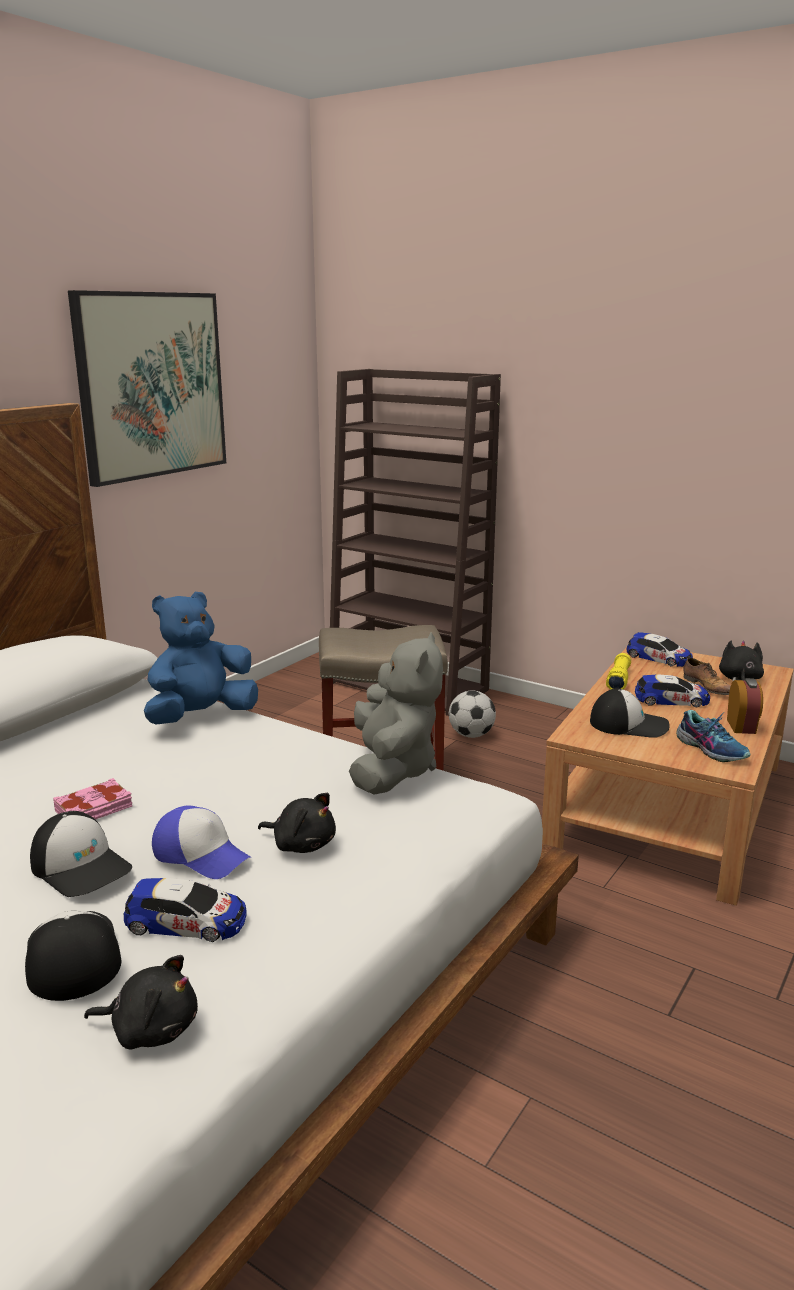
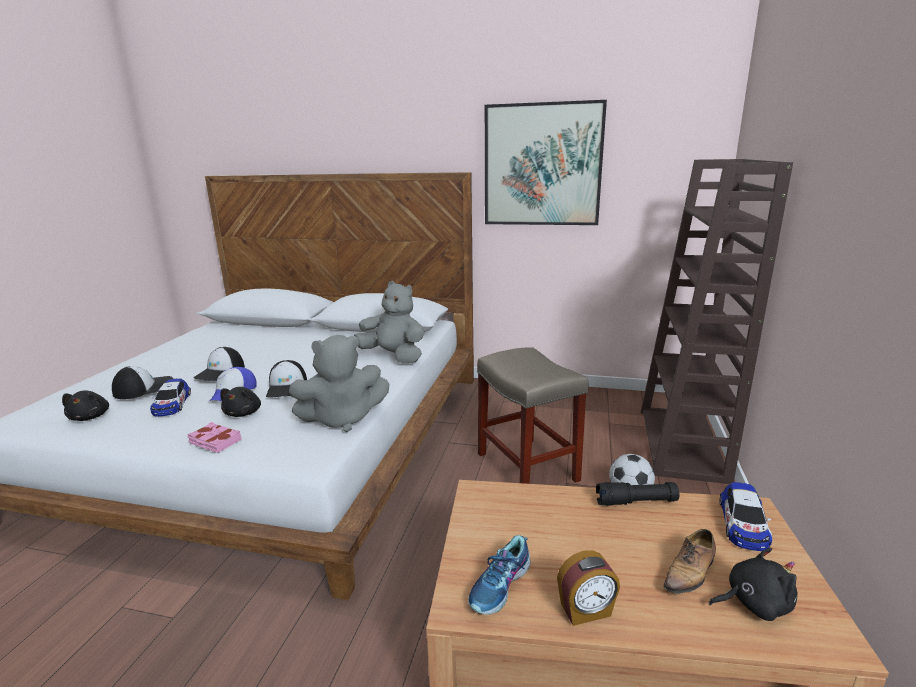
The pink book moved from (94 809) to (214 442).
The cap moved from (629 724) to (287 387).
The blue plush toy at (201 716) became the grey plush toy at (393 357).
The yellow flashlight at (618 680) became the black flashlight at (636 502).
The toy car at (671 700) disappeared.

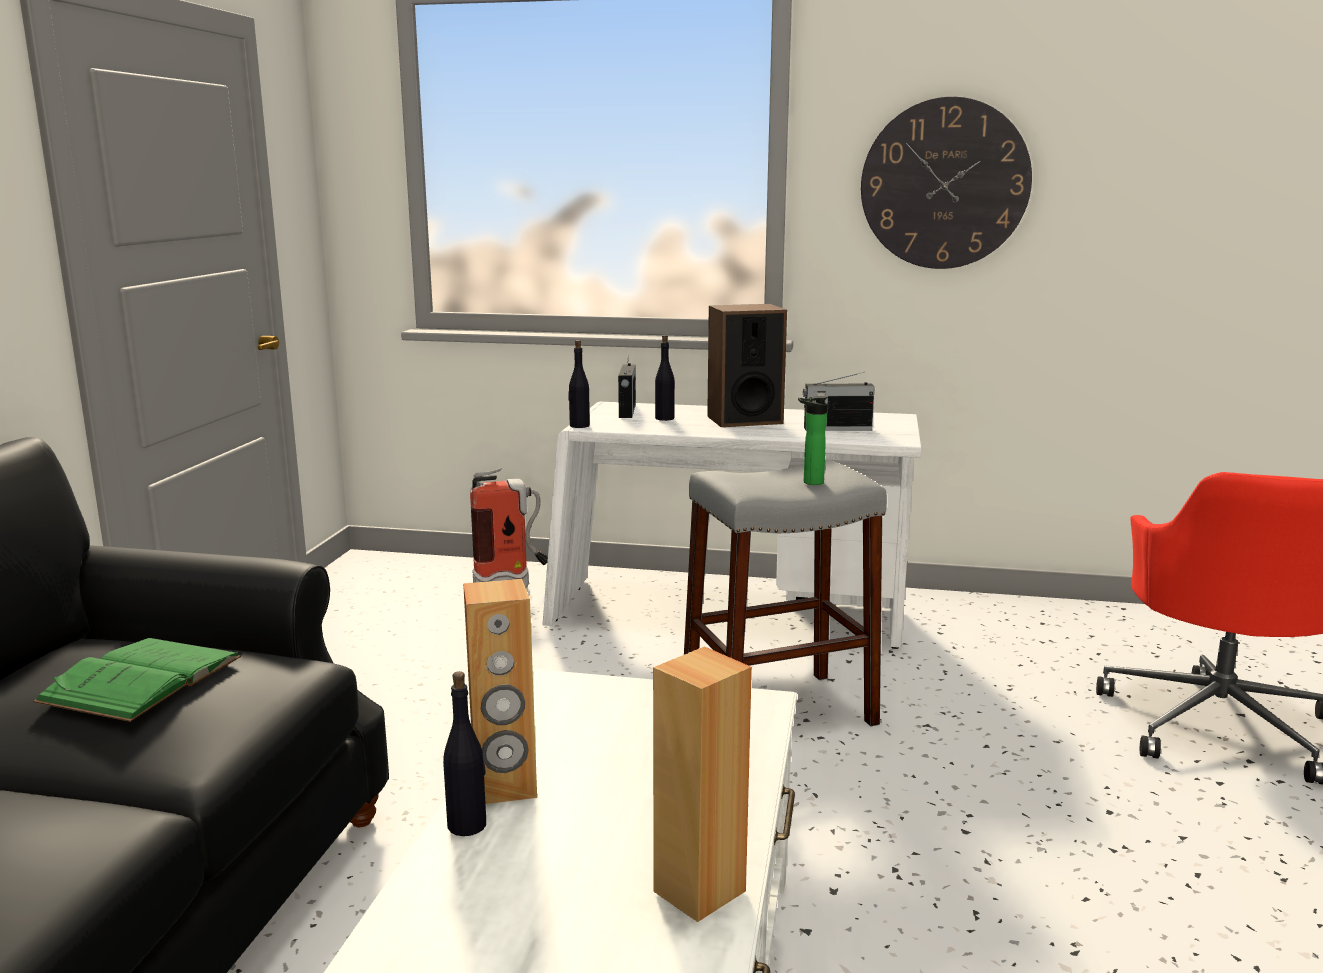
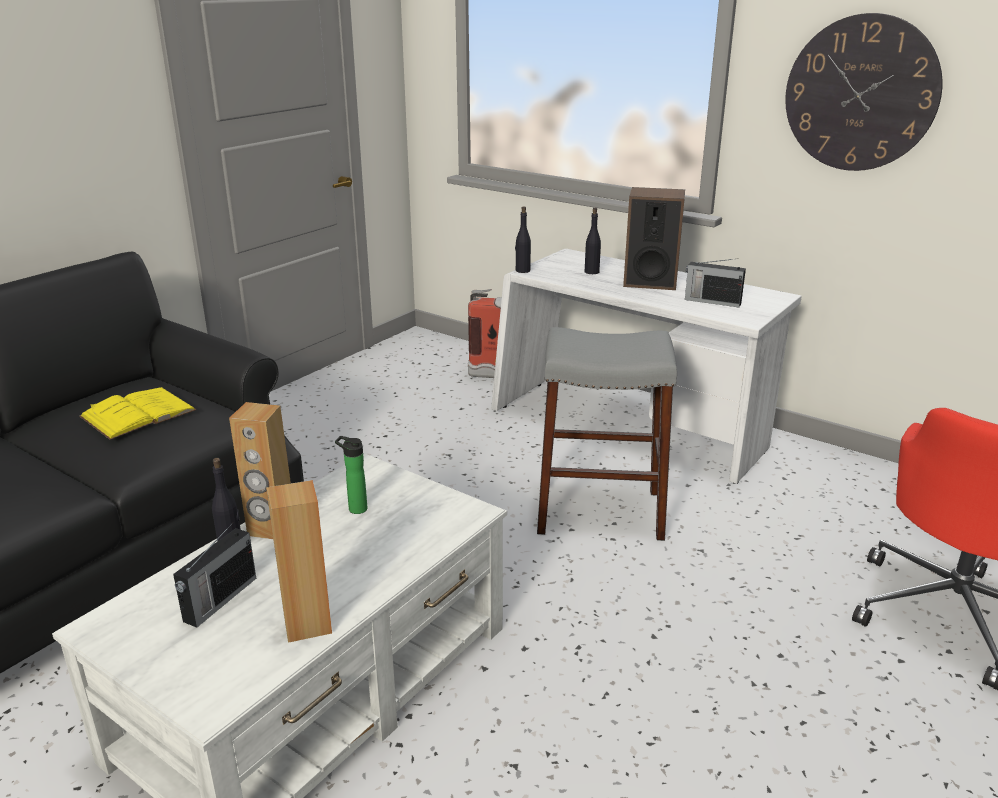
The green book at (142 679) became the yellow book at (138 413).
The radio moved from (627 411) to (219 600).
The bottle moved from (810 482) to (355 508).

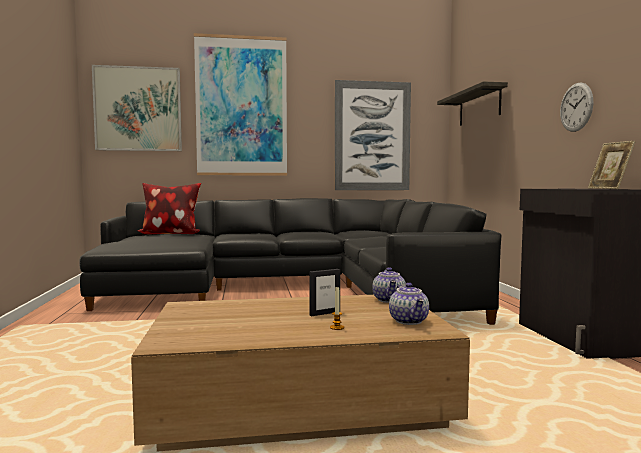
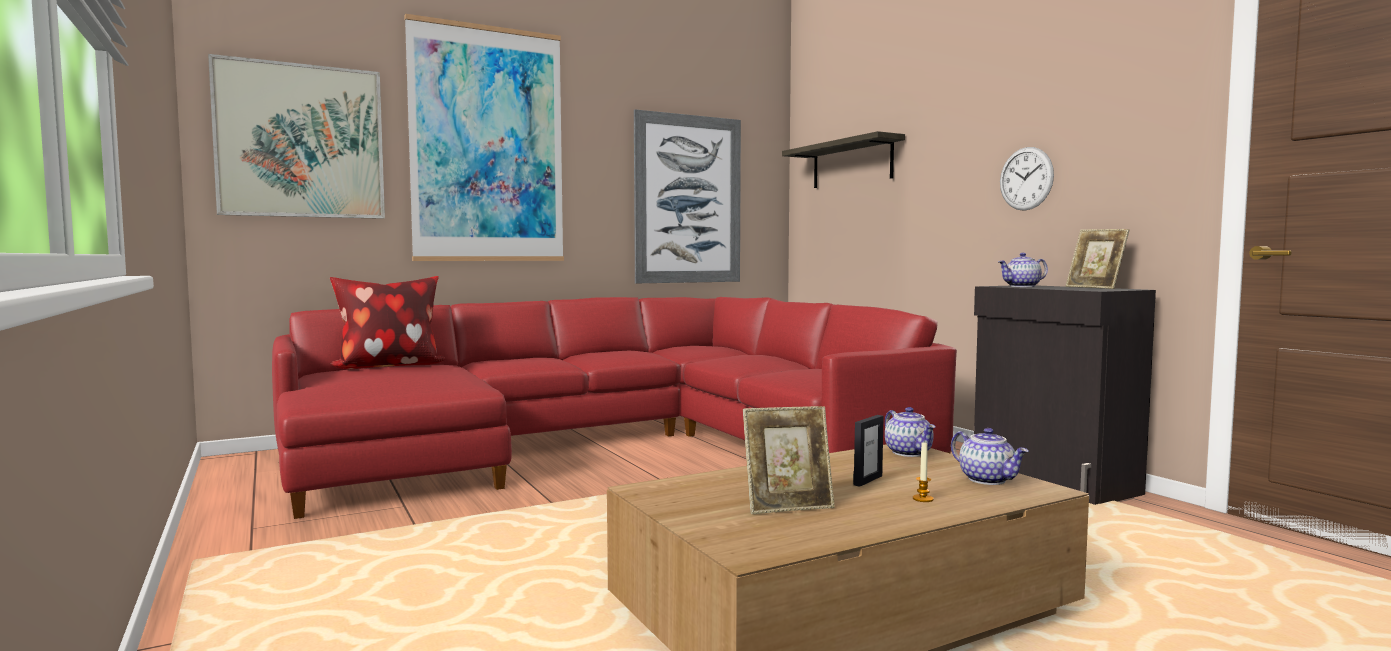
The black sofa at (289 289) became the red sofa at (604 446).
The picture frame at (788 506) appeared.
The teapot at (1022 286) appeared.

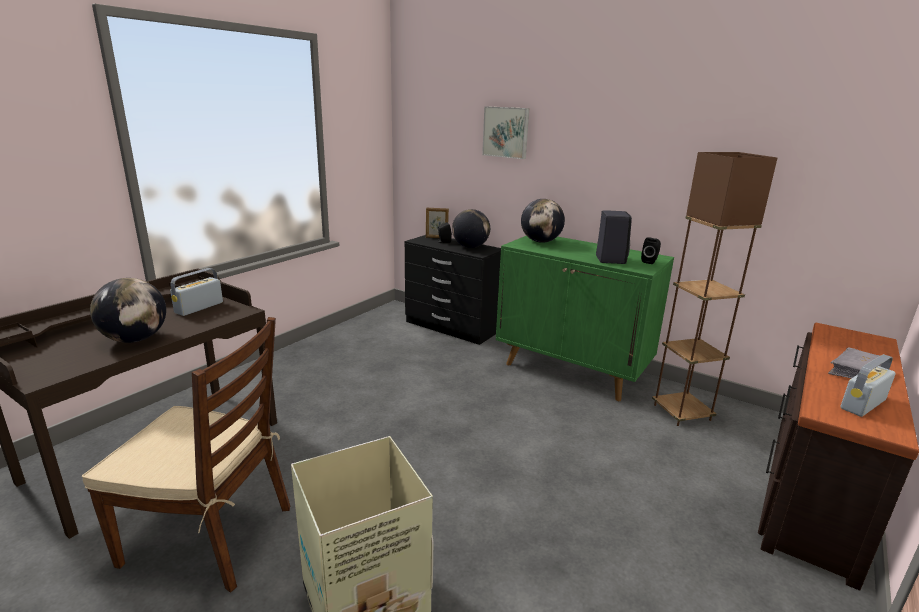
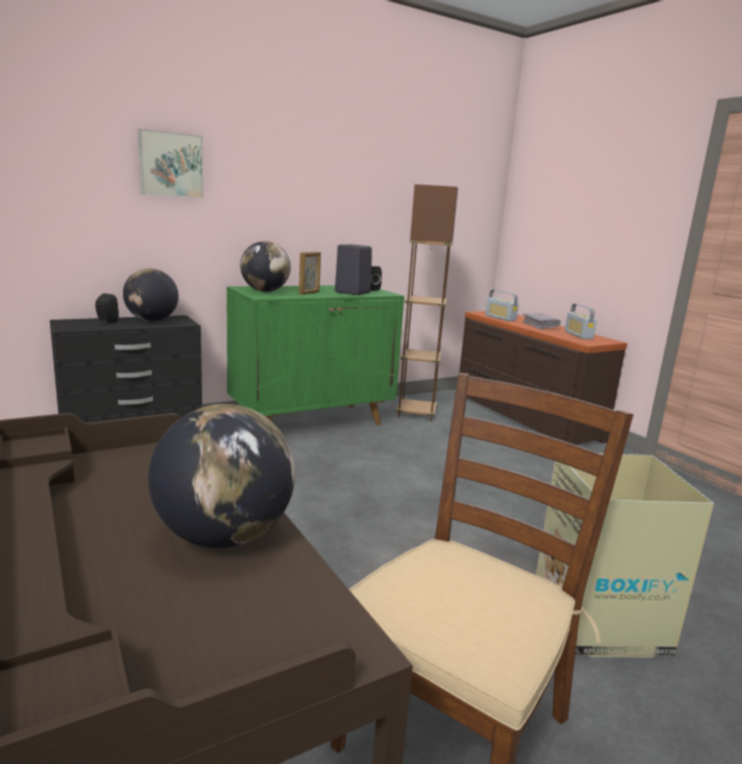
The picture frame moved from (436 237) to (309 293).
The radio moved from (199 307) to (500 318).

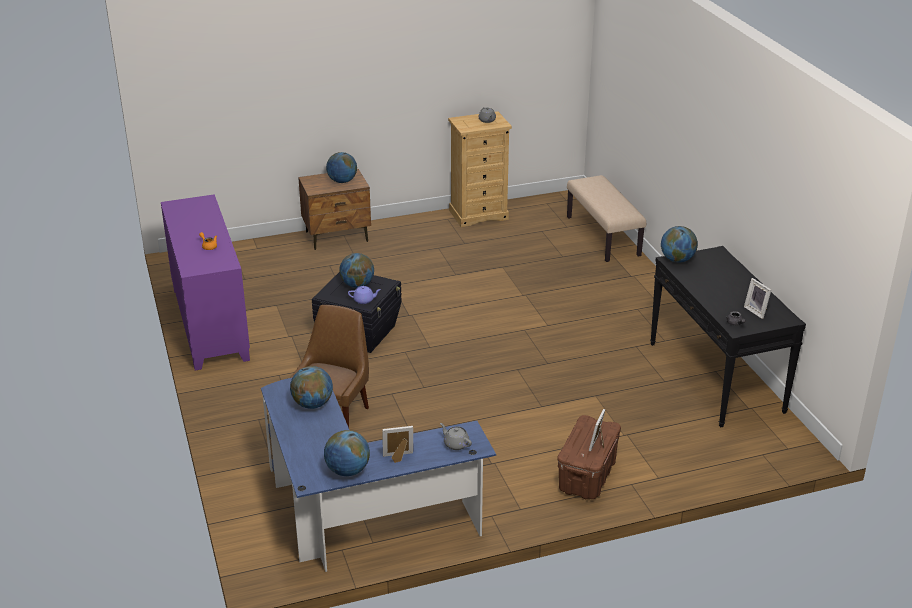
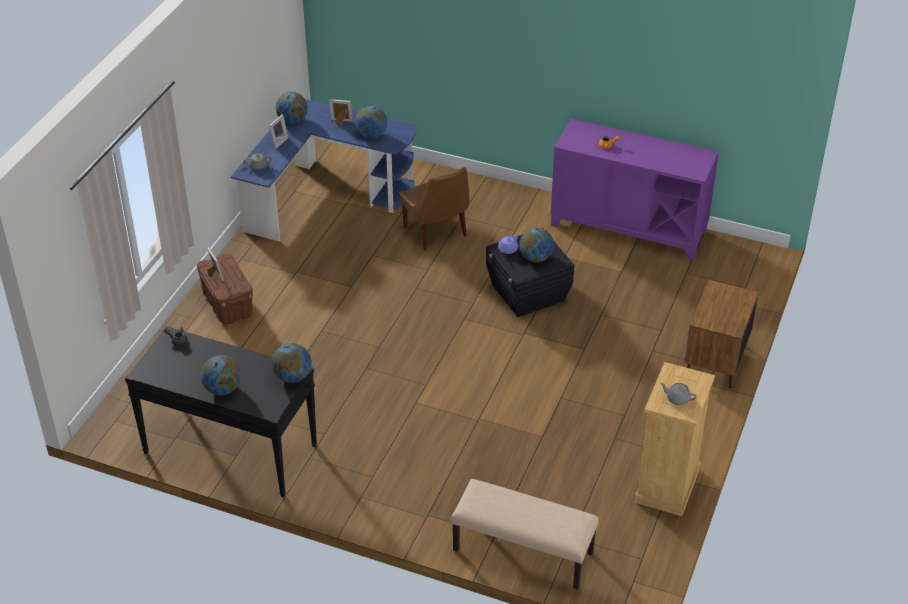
The globe moved from (342 181) to (222 389).
The picture frame moved from (757 311) to (341 122).

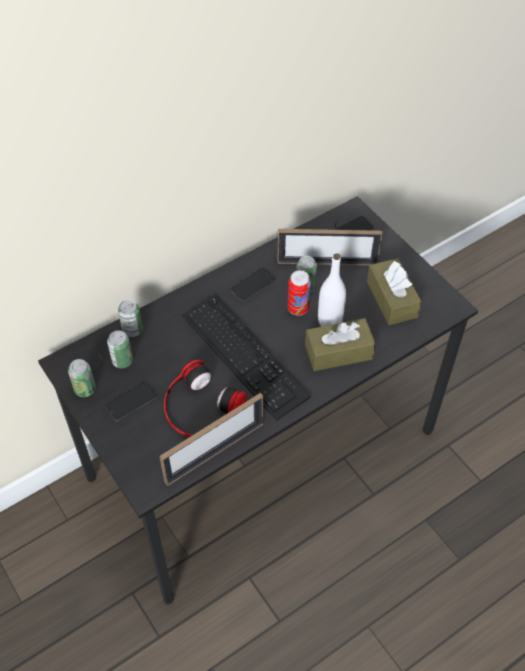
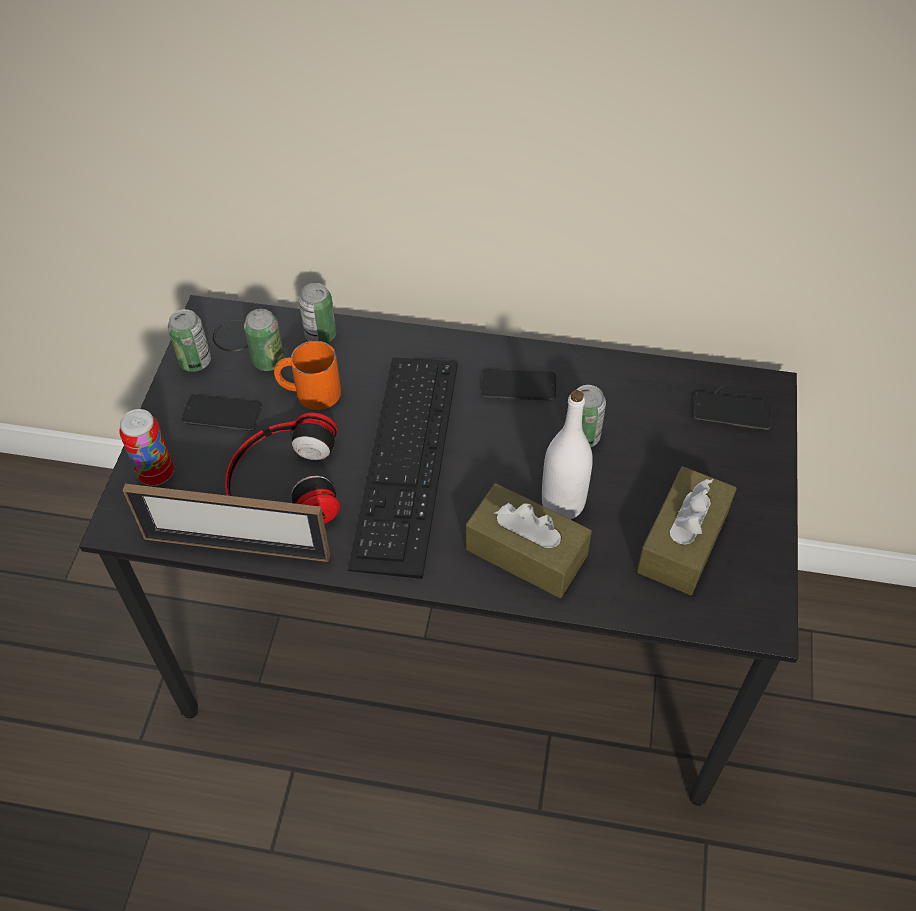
The can moved from (298 308) to (156 473).
The orange mug at (309 392) appeared.
The picture frame at (327 263) disappeared.

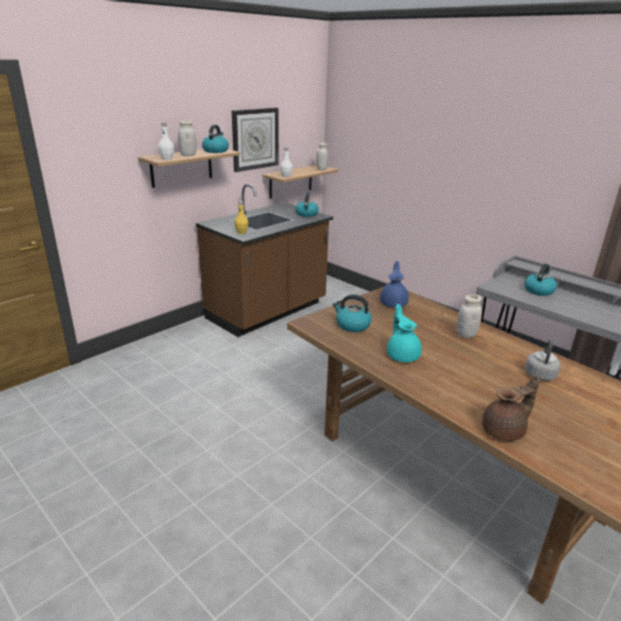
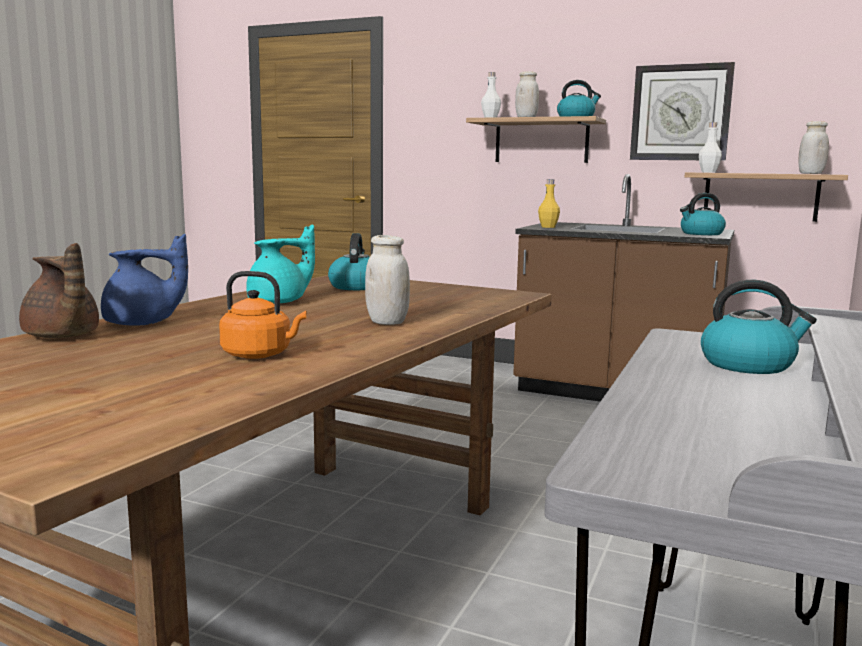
The blue teapot moved from (394 303) to (142 323).
The grey kettle at (540 374) became the orange kettle at (260 355).

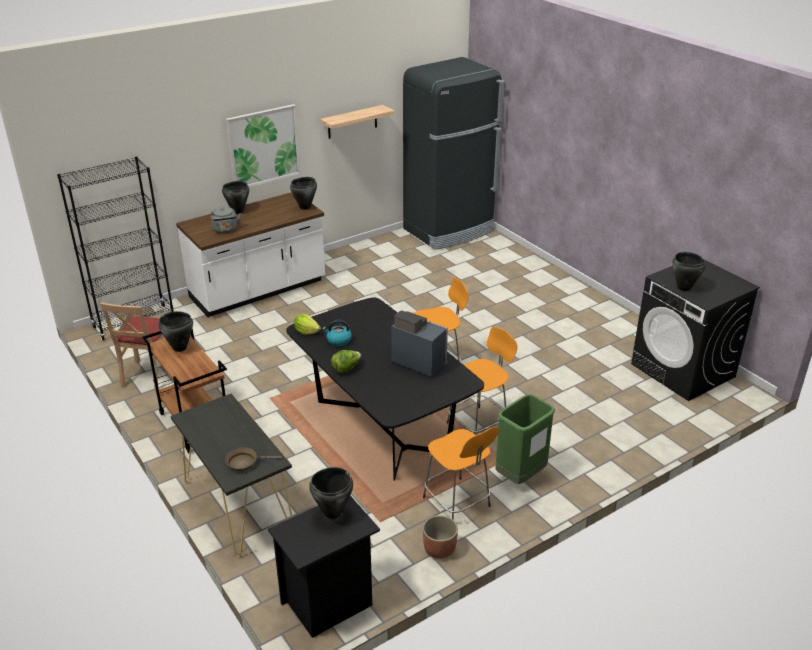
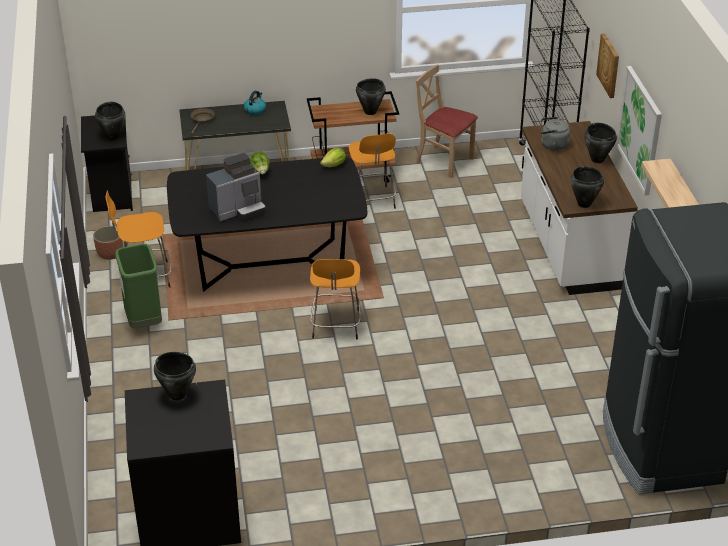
The kettle moved from (338 340) to (255 110).
The orange stool moved from (479 425) to (372 201).
The picture at (609 65) appeared.

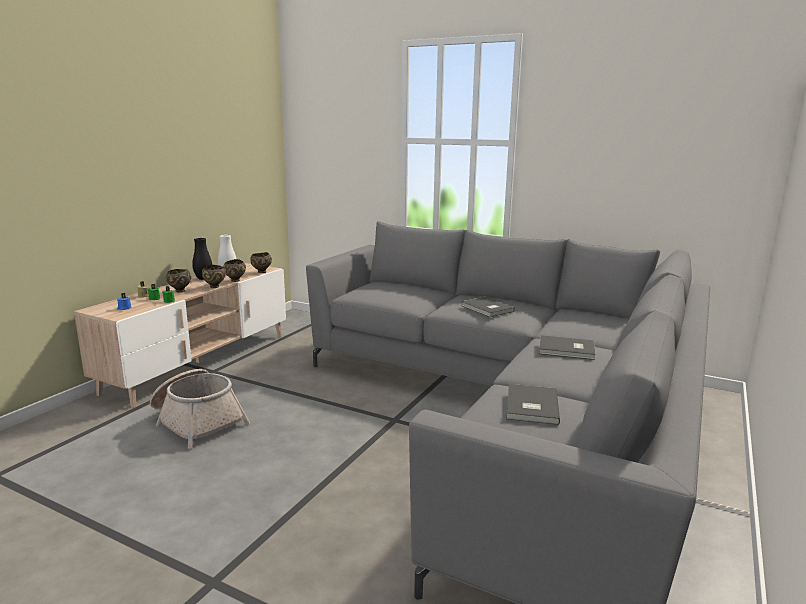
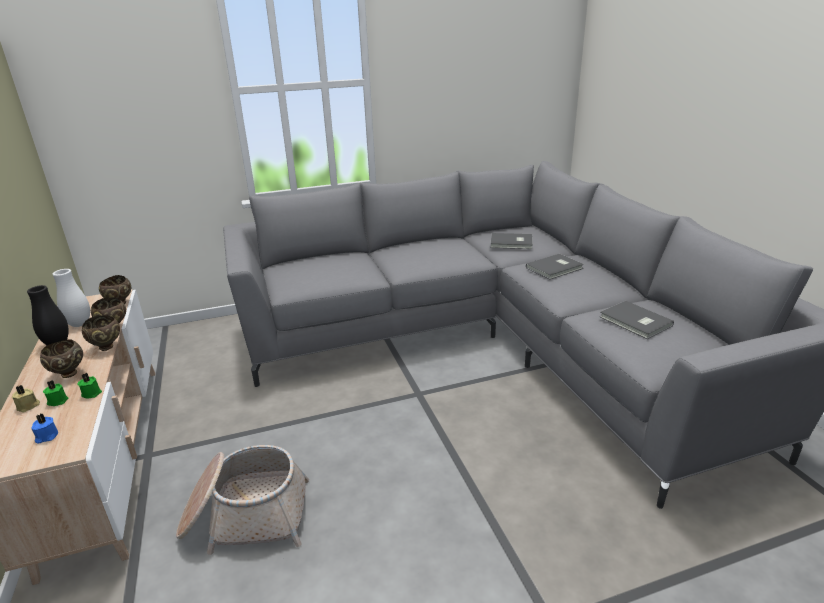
The grey book moved from (486 309) to (512 243).

